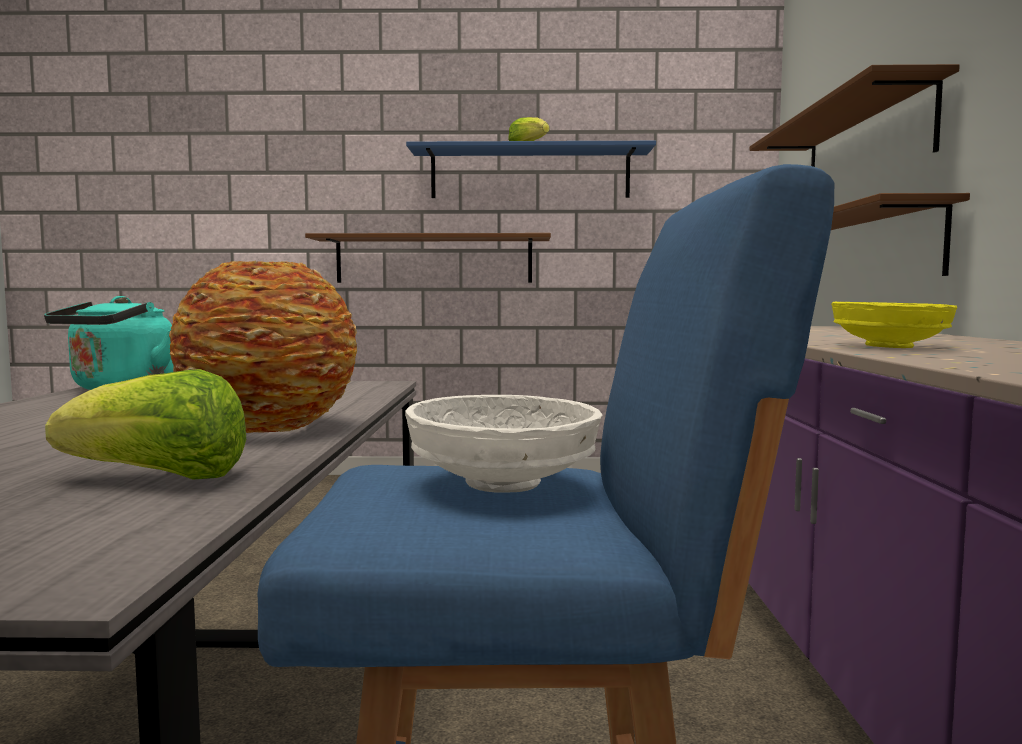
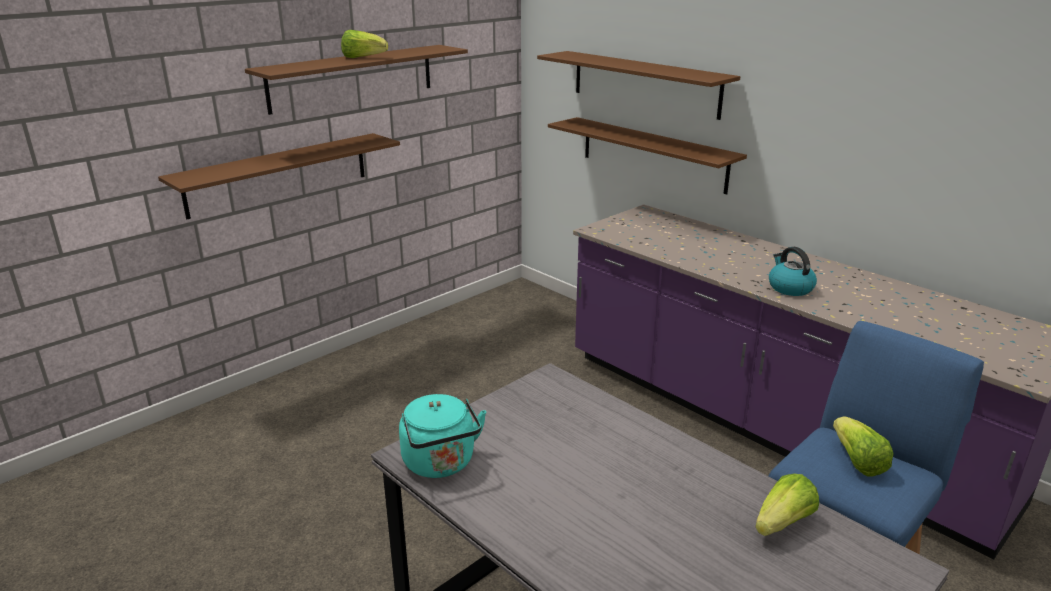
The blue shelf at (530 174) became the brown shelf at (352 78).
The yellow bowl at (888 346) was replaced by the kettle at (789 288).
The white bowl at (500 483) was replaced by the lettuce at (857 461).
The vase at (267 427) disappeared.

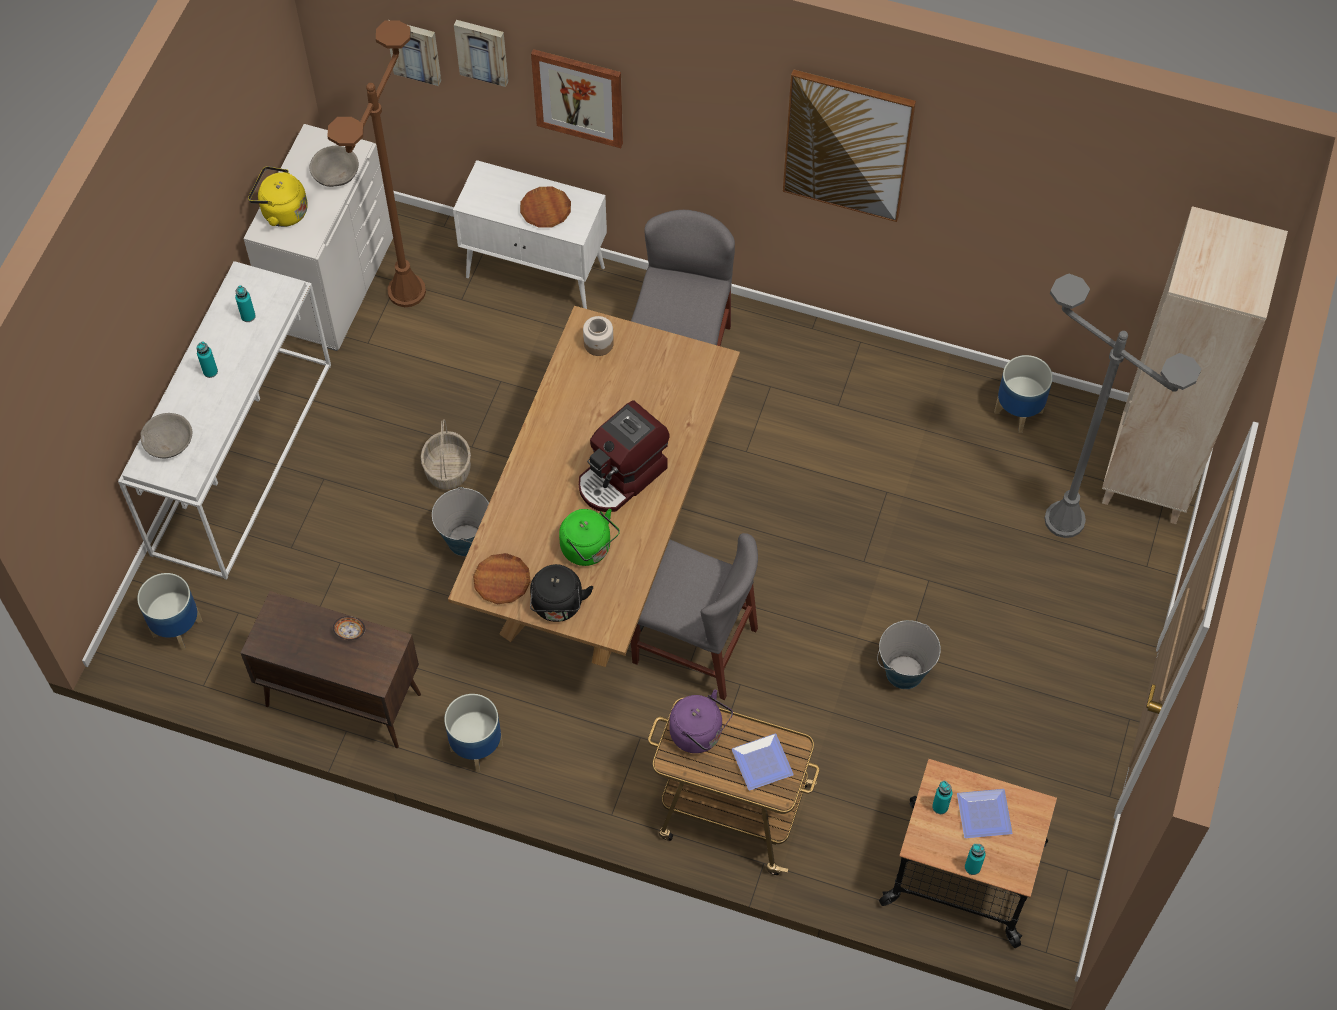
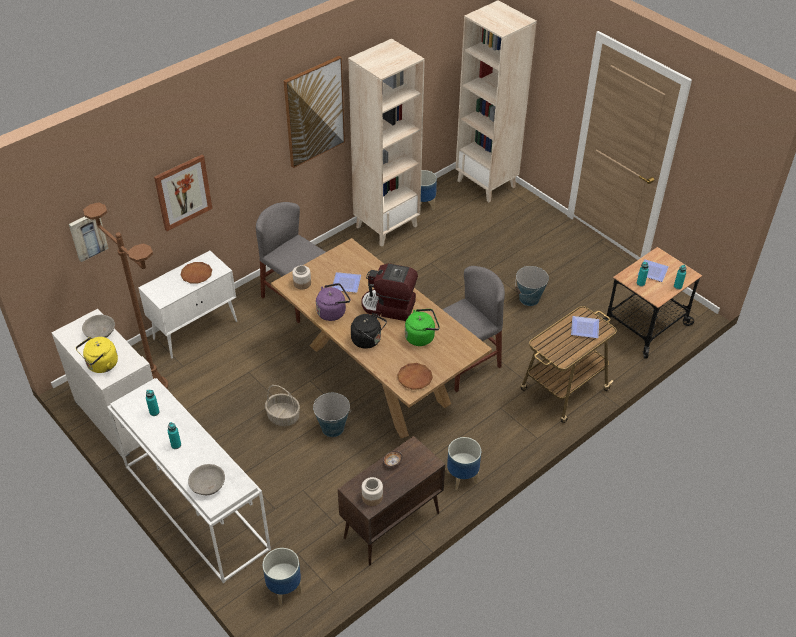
The purple kettle moved from (699 734) to (333 312).
The plate at (345 283) appeared.
The beige bookcase at (386 226) appeared.
The black kettle moved from (558 606) to (368 340).
The coffee machine at (622 477) turned 120 degrees clockwise.
The jar at (372 497) appeared.
The picture at (482 51) disappeared.
The grey floor lamp at (1064 519) disappeared.

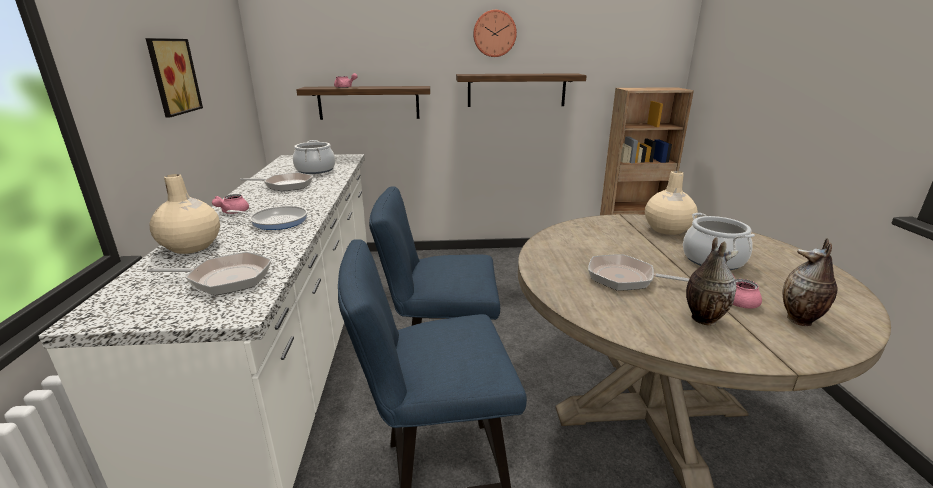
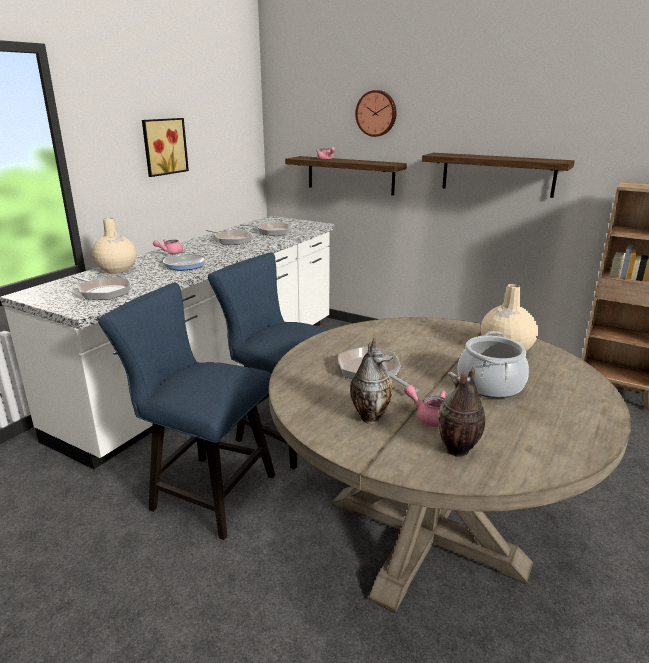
The cooking pot at (315 170) was replaced by the frying pan at (272 231).
The wall clock moved from (494 33) to (376 113).

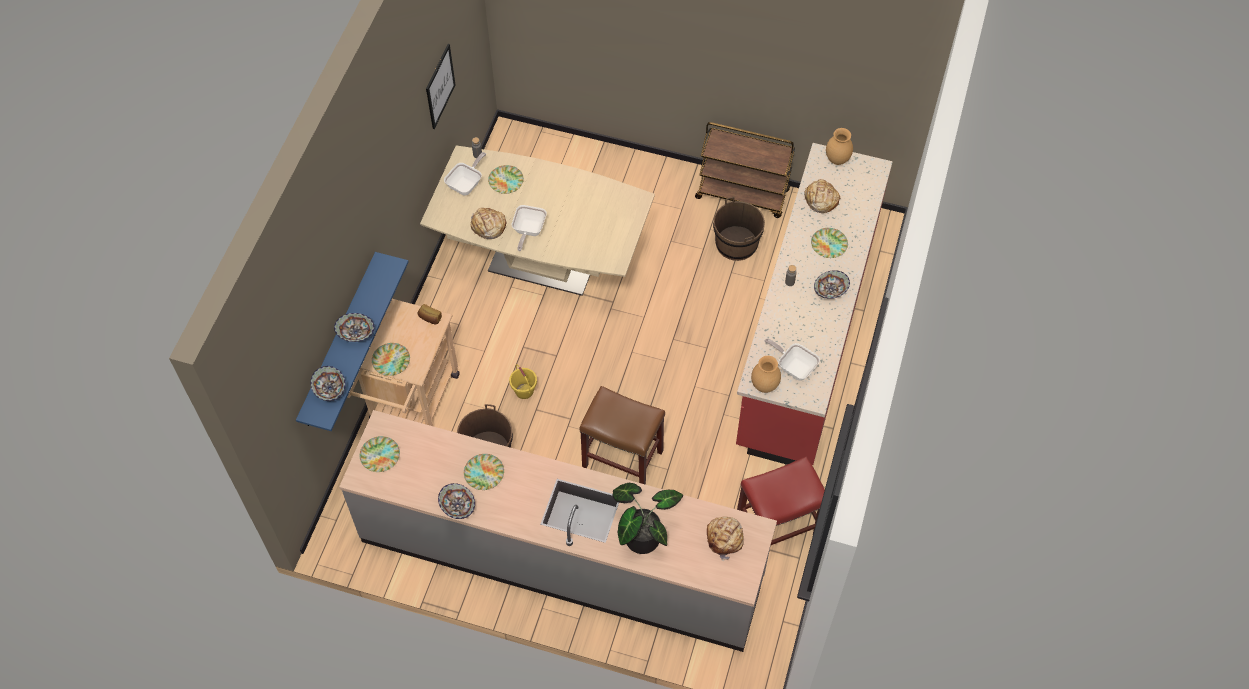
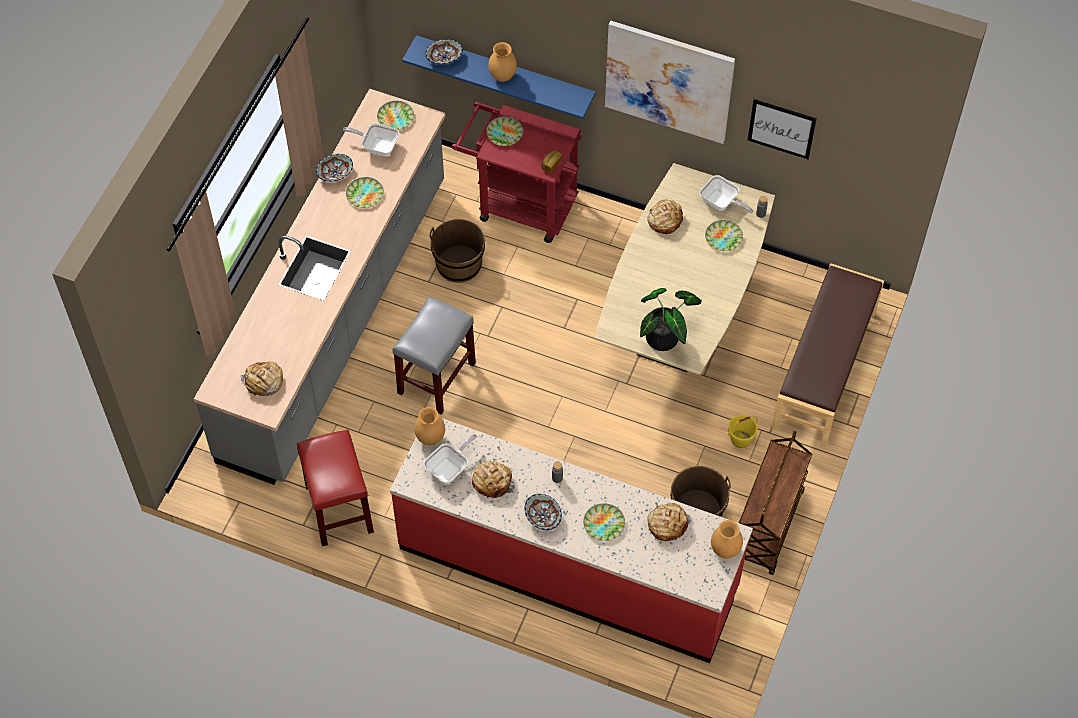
The frying pan moved from (528 231) to (377 146).
The brown stool at (623 458) became the grey stool at (436 379).
The beige cart at (412 405) became the red cart at (519 204).
The bread at (492 481) appeared.
The bowl at (356 332) was replaced by the brown vase at (503 77).
The picture at (668 81) appeared.
The potted plant moved from (642 534) to (666 337).
The yellow bucket moved from (524 391) to (740 439).
The brown bench at (825 370) appeared.

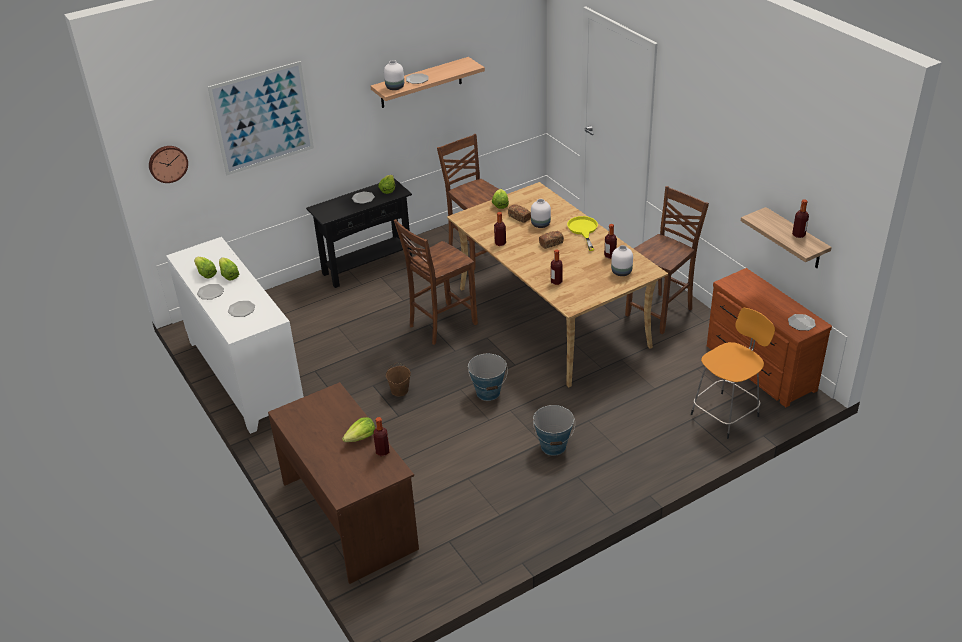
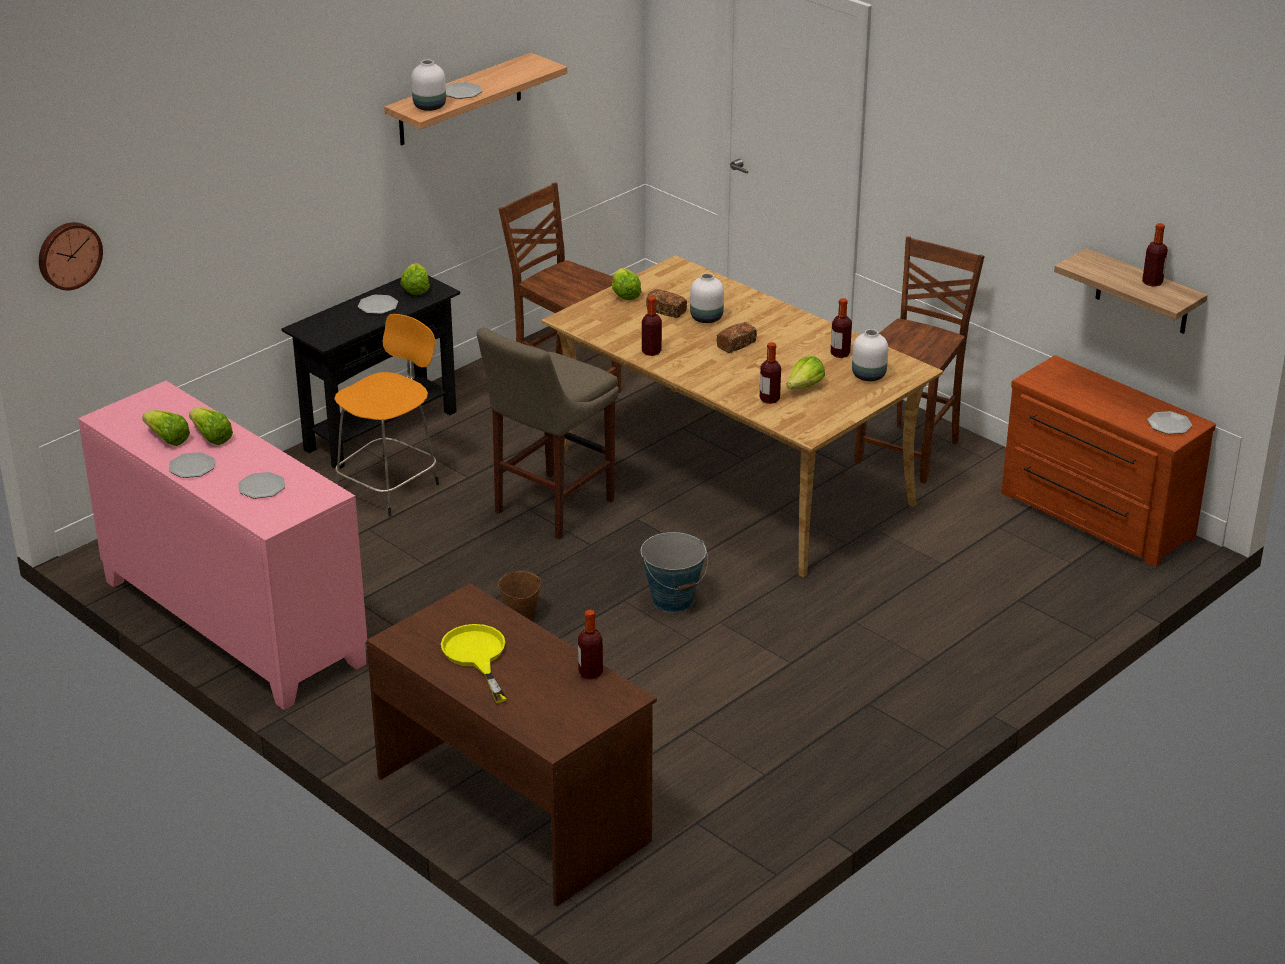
The white cabinet at (244 375) became the pink cabinet at (231 622).
The orange stool moved from (726 414) to (390 486).
The yellow frying pan moved from (583 230) to (476 656).
The brown chair at (441 325) was replaced by the beige stool at (550 508).
The lettuce moved from (361 438) to (805 387).
The picture at (262 118) disappeared.
The bucket at (553 446) disappeared.

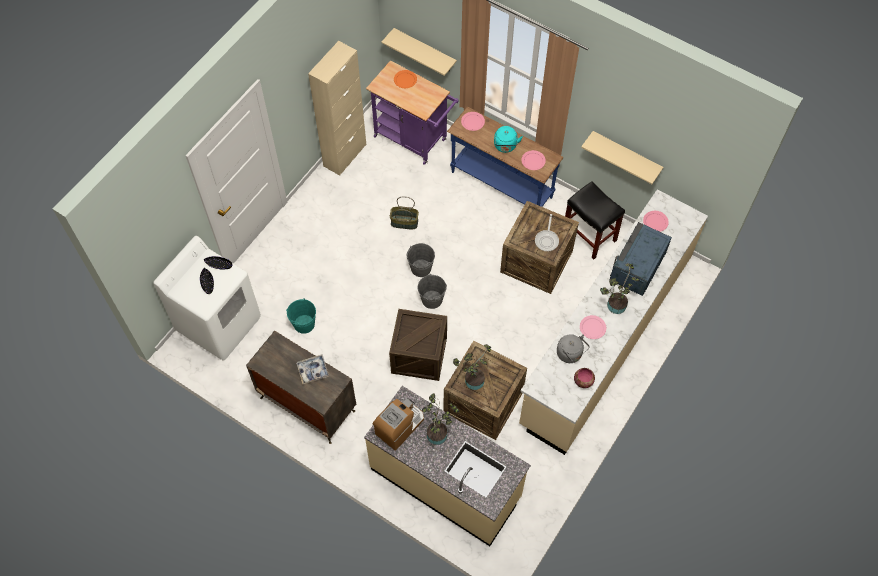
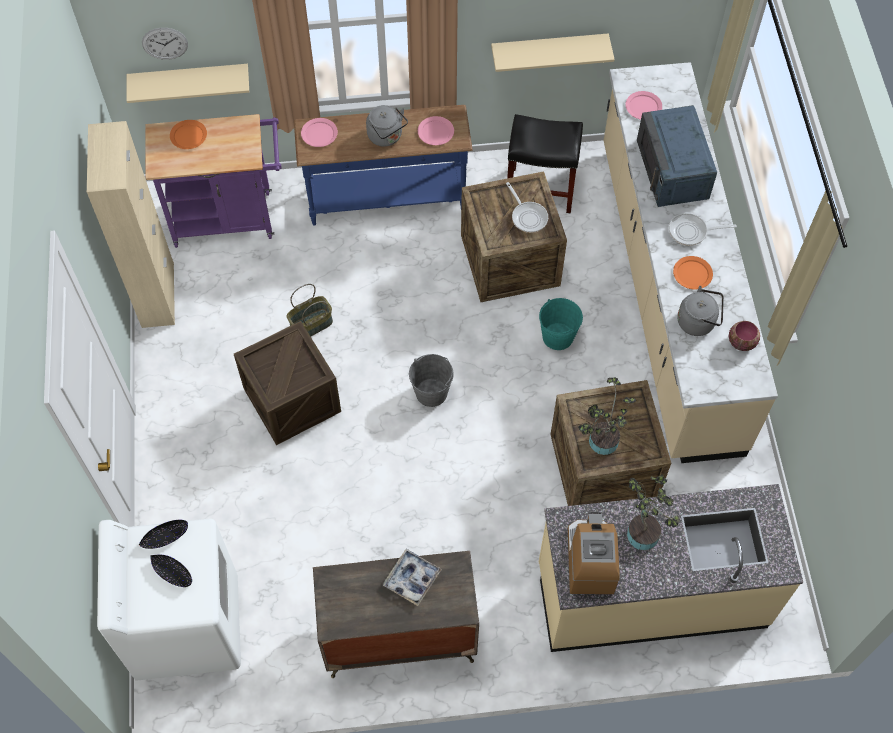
The wall clock at (165 43) appeared.
The crate moved from (419 355) to (292 400).
The turquoise kettle at (505 146) became the grey kettle at (386 137).
The turquoise bucket moved from (304 324) to (557 336).
The potted plant at (614 306) was replaced by the frying pan at (691 232).
The pink plate at (592 328) became the orange plate at (692 274).
The grey bucket at (421 268) disappeared.

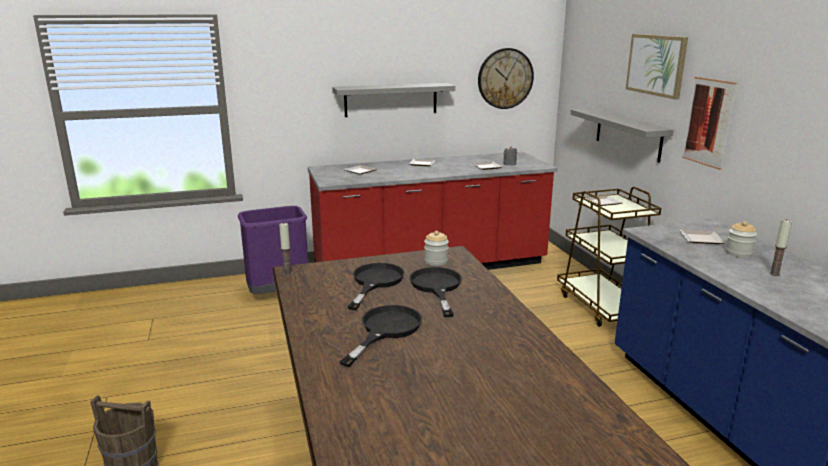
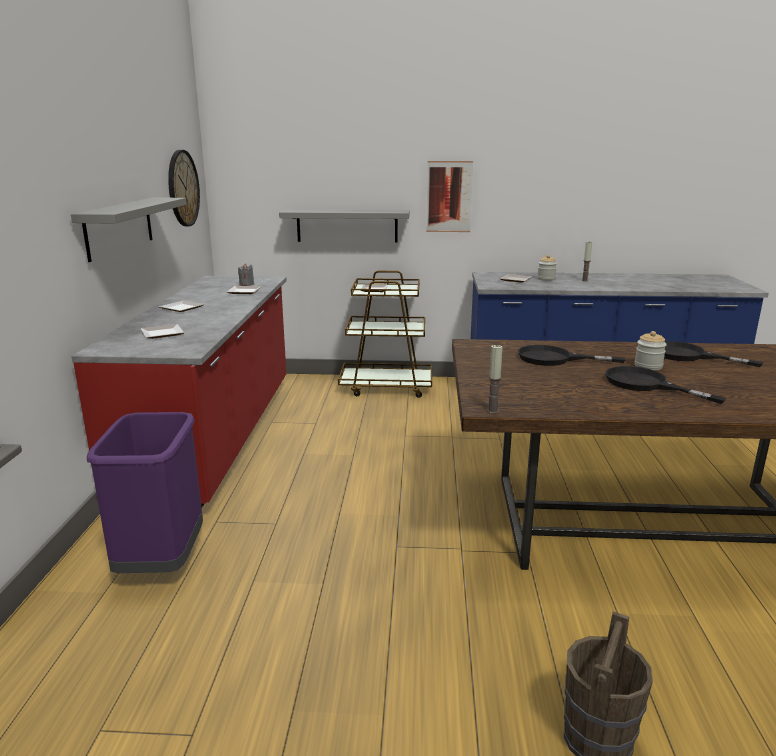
The jar moved from (436 261) to (648 366).
The black frying pan moved from (375 282) to (687 355).
The picture at (656 65) disappeared.

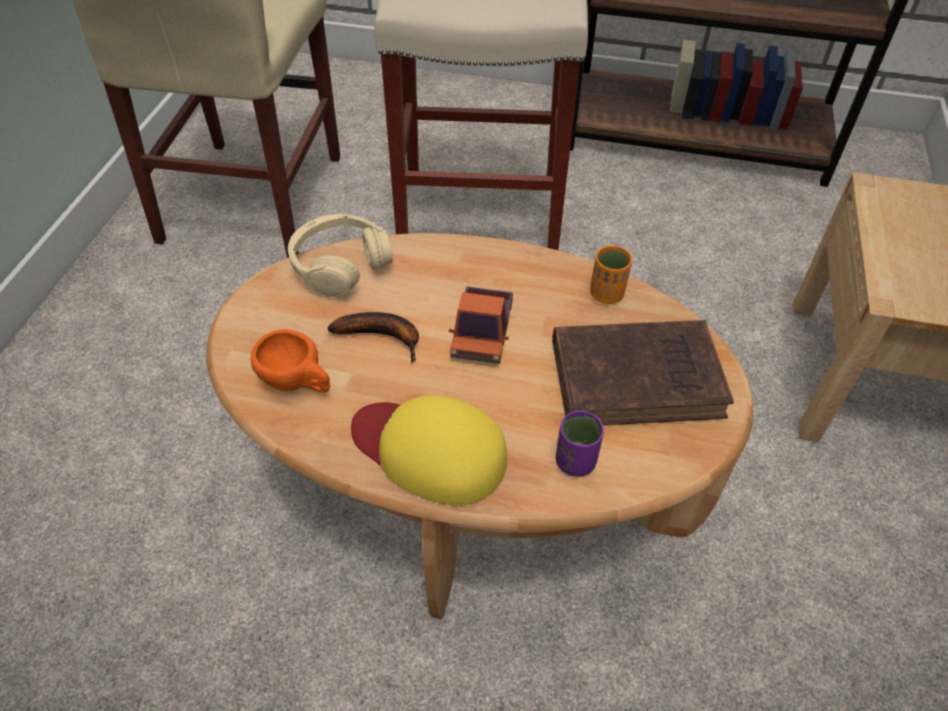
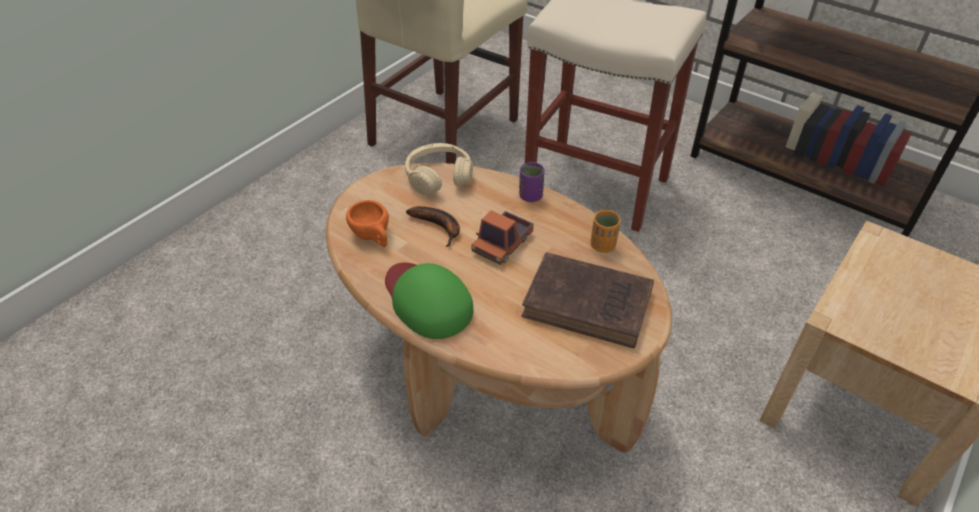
The yellow cap at (430 450) became the green cap at (427 301).
The purple cup moved from (575 462) to (530 196).

